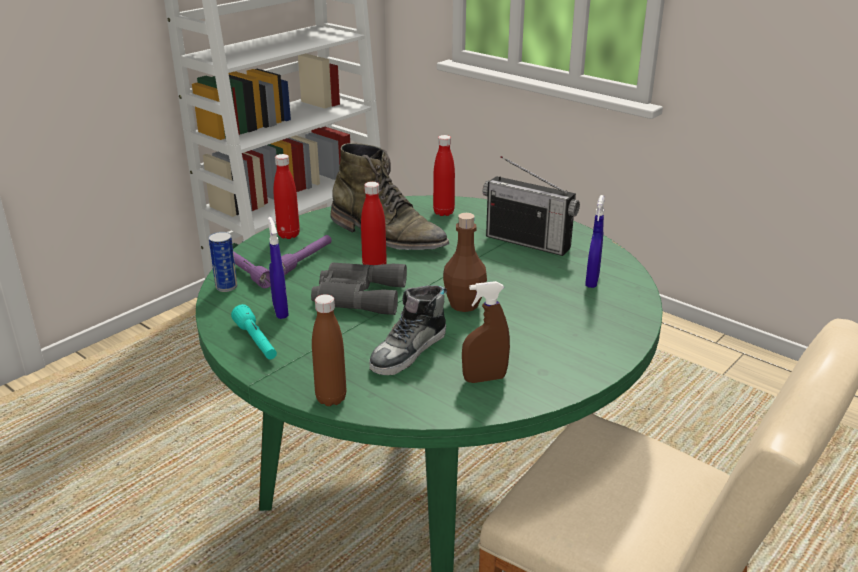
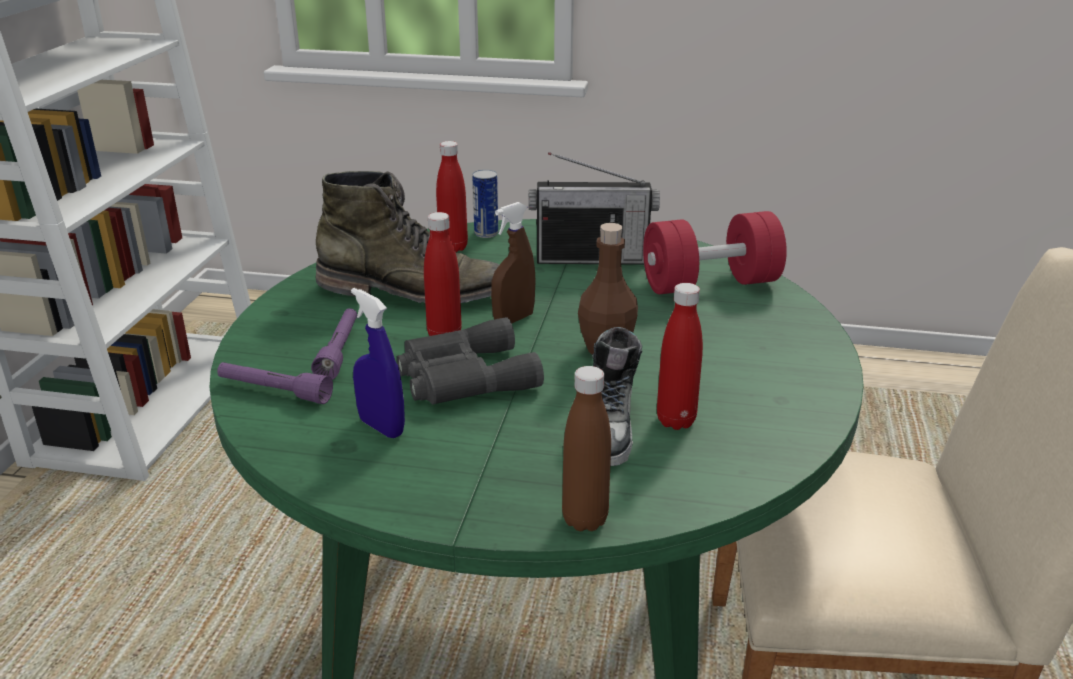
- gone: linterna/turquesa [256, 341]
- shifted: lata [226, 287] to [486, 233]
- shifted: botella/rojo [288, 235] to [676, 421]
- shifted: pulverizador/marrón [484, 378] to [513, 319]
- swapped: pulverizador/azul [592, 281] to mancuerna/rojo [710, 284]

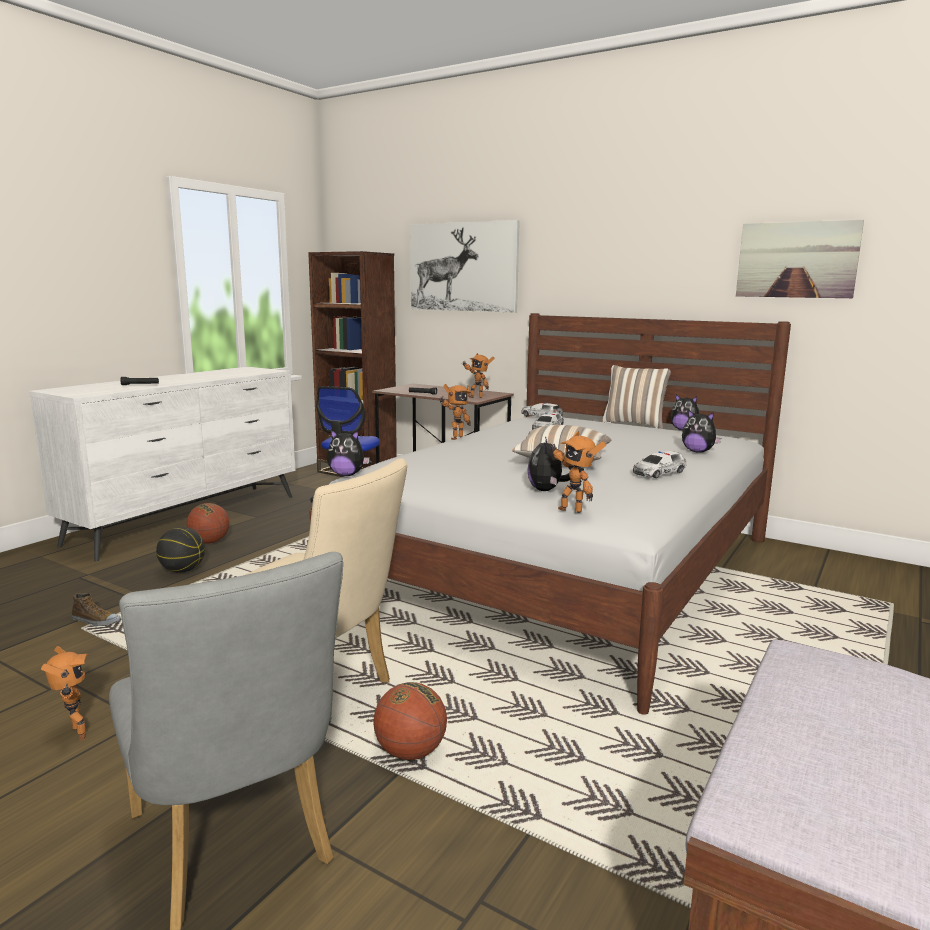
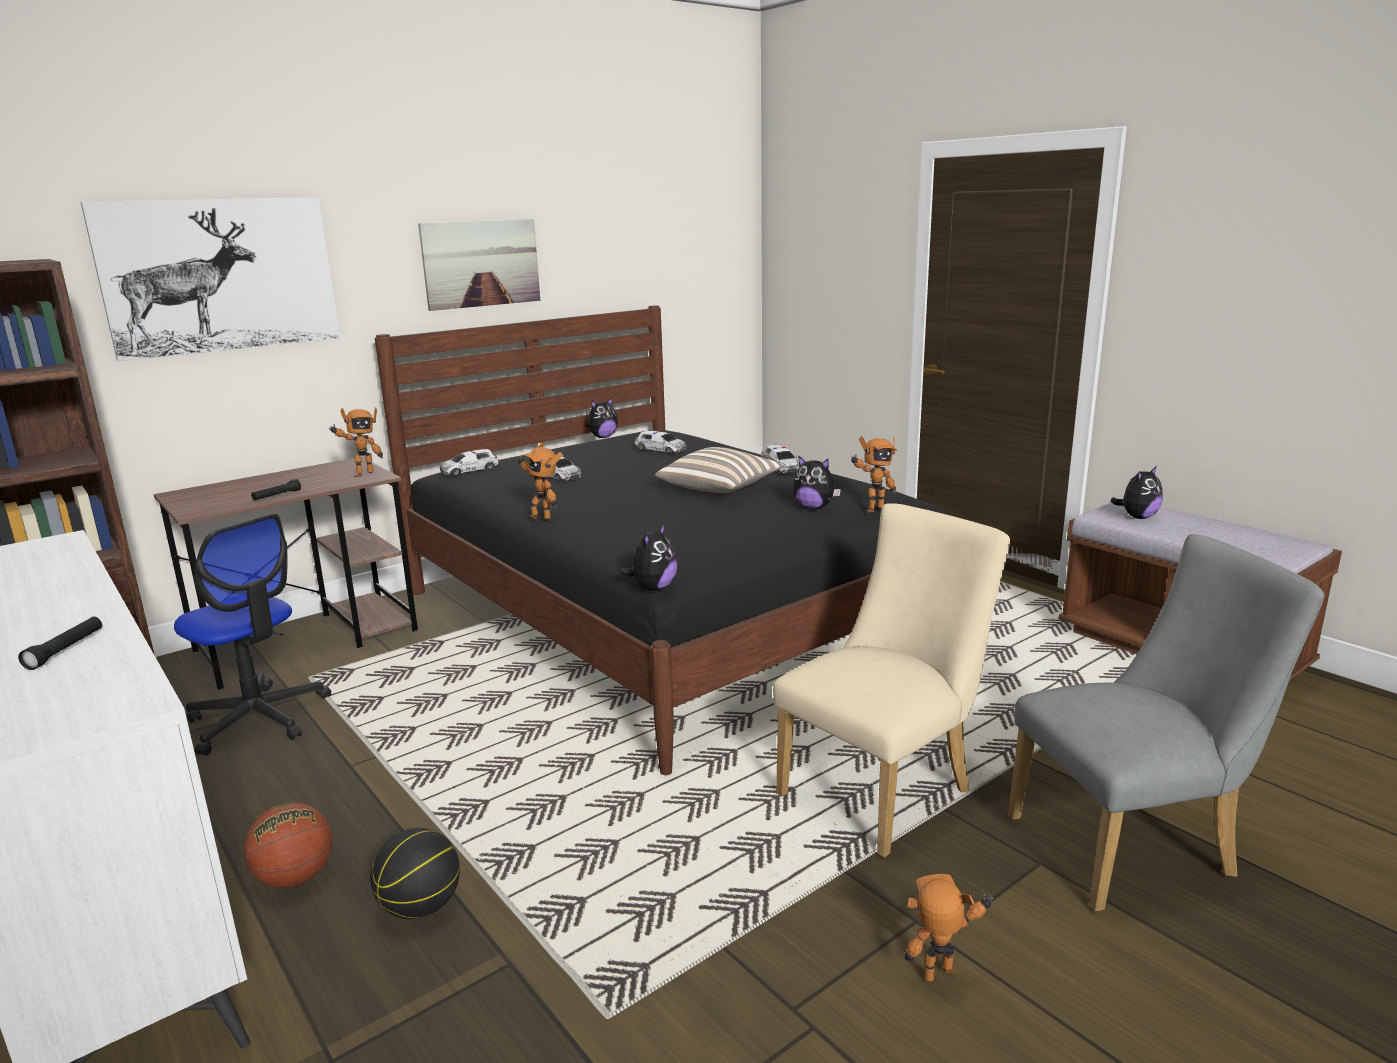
- gone: zapato [95, 621]
- gone: balón de baloncesto [410, 752]
- gone: cojín [635, 424]
- new: coche de juguete [661, 450]
- shifted: peluche [698, 452] to [1137, 517]
- shifted: cuadro [796, 260] to [481, 263]
- repainted: cama/blanco [566, 570] to cama/negro [664, 615]
- rotated: robot de juguete [455, 438] = [542, 517] 150 degrees clockwise

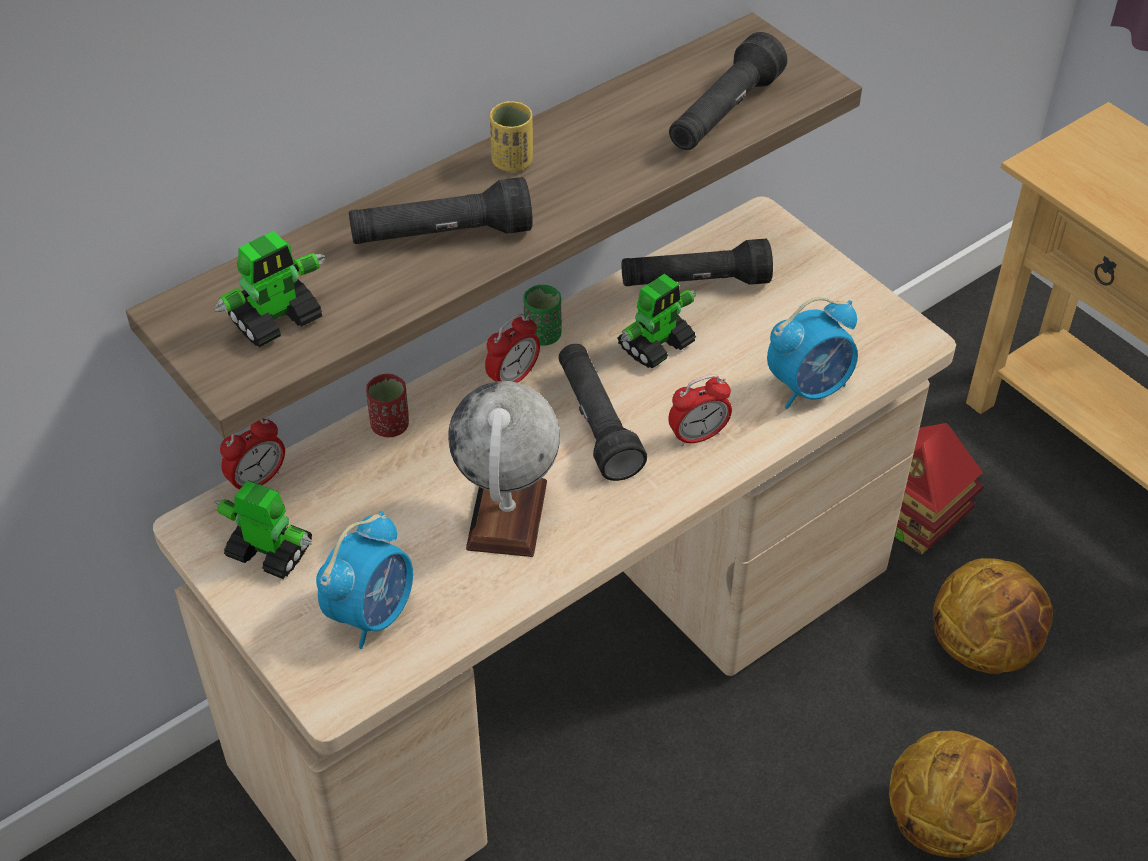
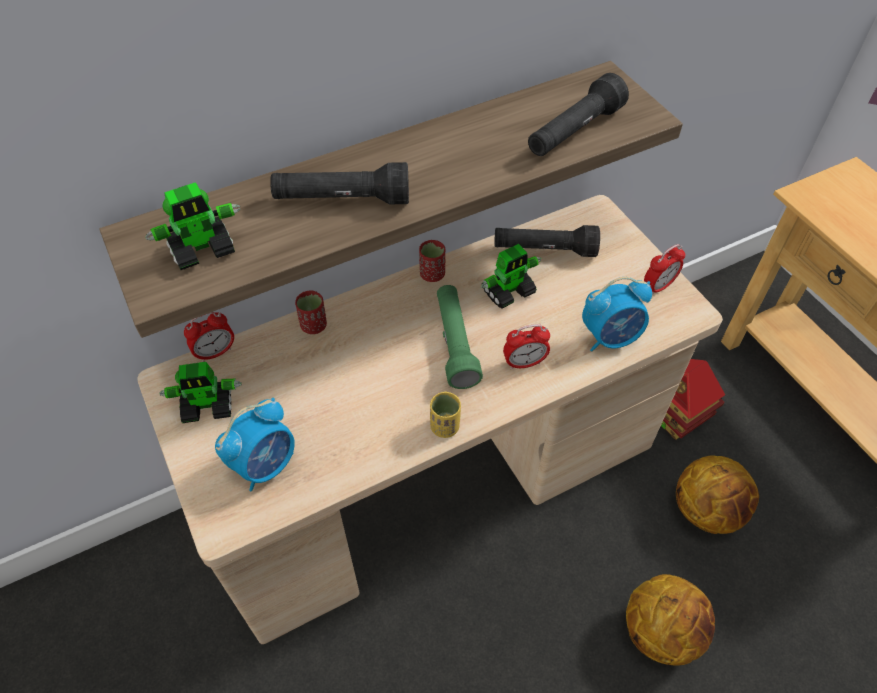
- gone: globo terráqueo [507, 515]
- shifted: despertador [513, 378] to [658, 286]
- shifted: taza/amarillo [512, 162] to [445, 427]
- repainted: taza/verde [543, 335] to taza/rojo [432, 274]
- repainted: linterna/negro [596, 423] to linterna/verde [455, 343]
- rotated: robot de juguete [269, 551] = [208, 406] 135 degrees clockwise

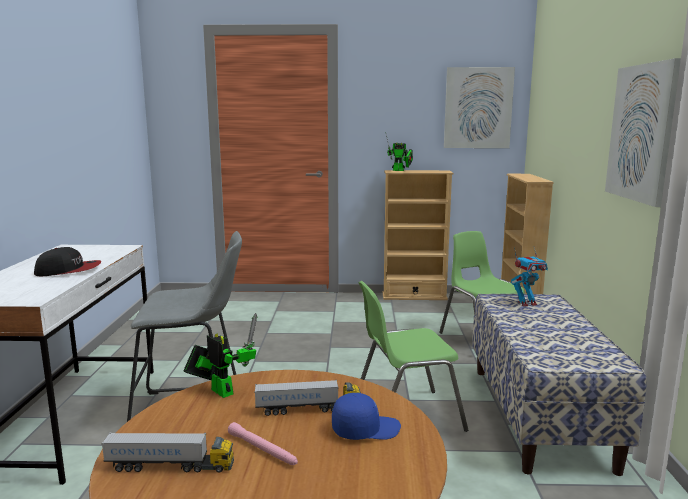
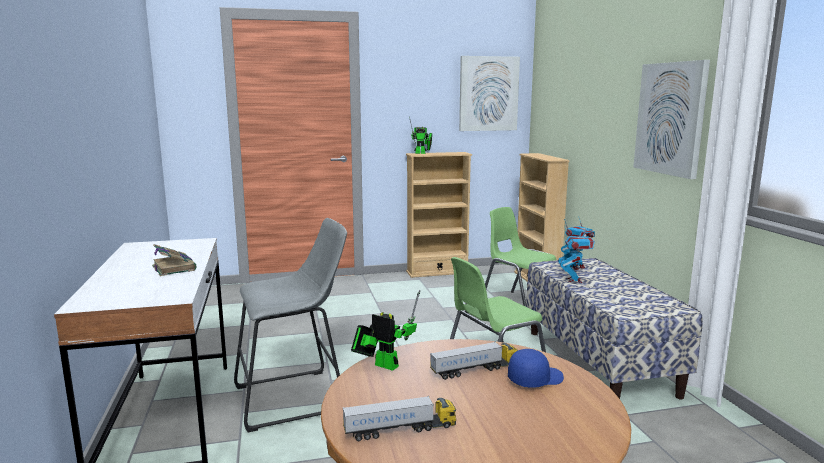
- gone: linterna/rosa [263, 449]
- new: robot de juguete [574, 280]
- swapped: gorra [69, 271] to libro [173, 268]

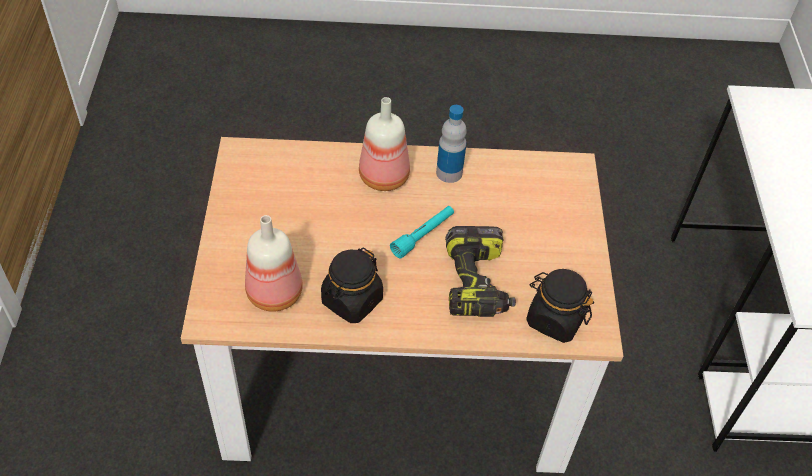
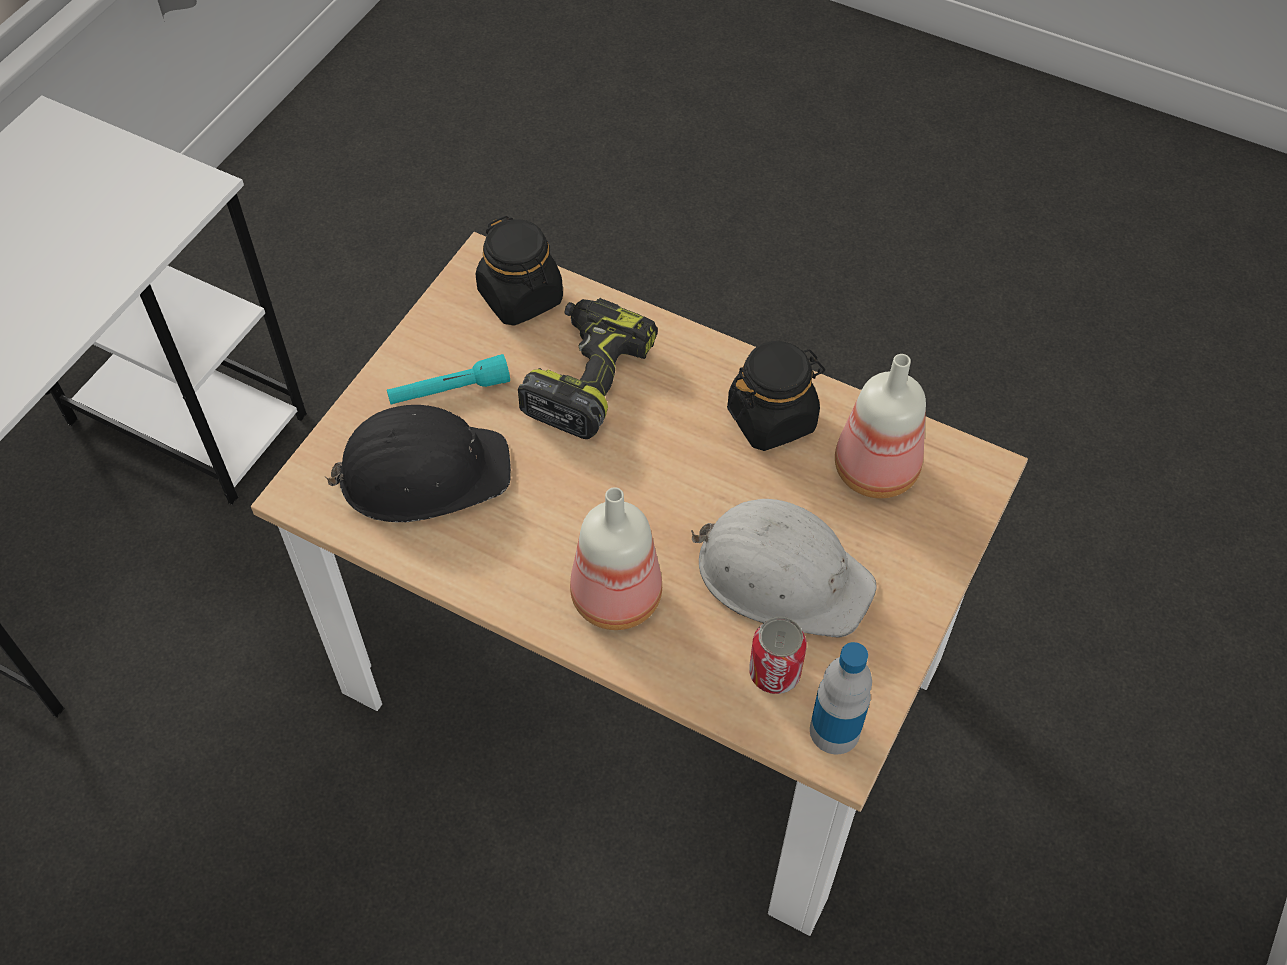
- new: casco/negro [422, 472]
- new: casco/blanco [782, 574]
- new: lata [774, 672]
- shifted: linterna/turquesa [423, 235] to [449, 391]
- shifted: botella [449, 173] to [834, 731]

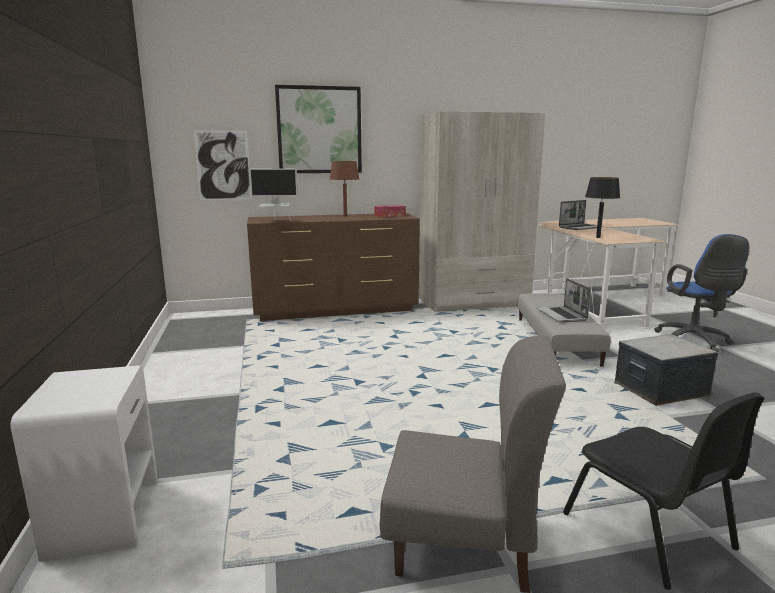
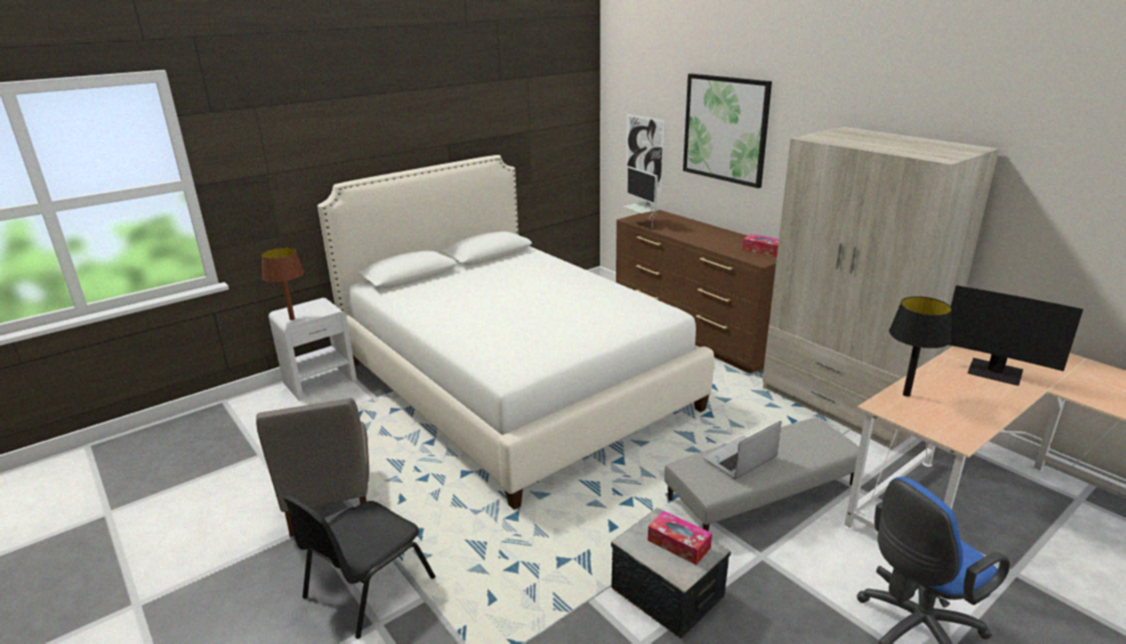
- new: cama/blanco [514, 384]
- new: caja de pañuelos [678, 544]
- shifted: lámpara de mesa/marrón [345, 216] to [292, 319]
- swapped: portátil [580, 227] to monitor [995, 373]

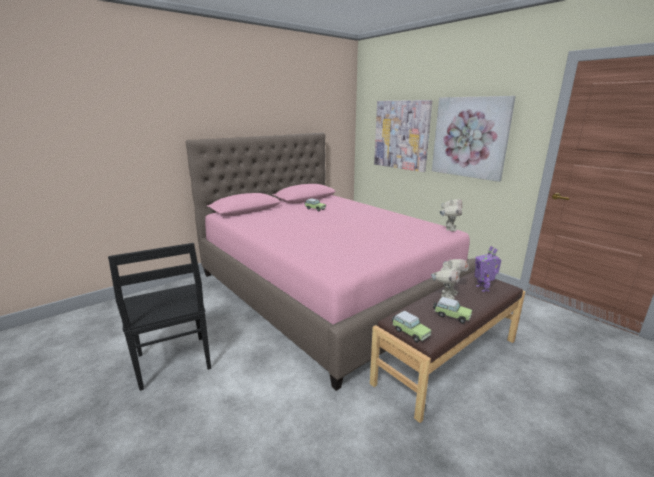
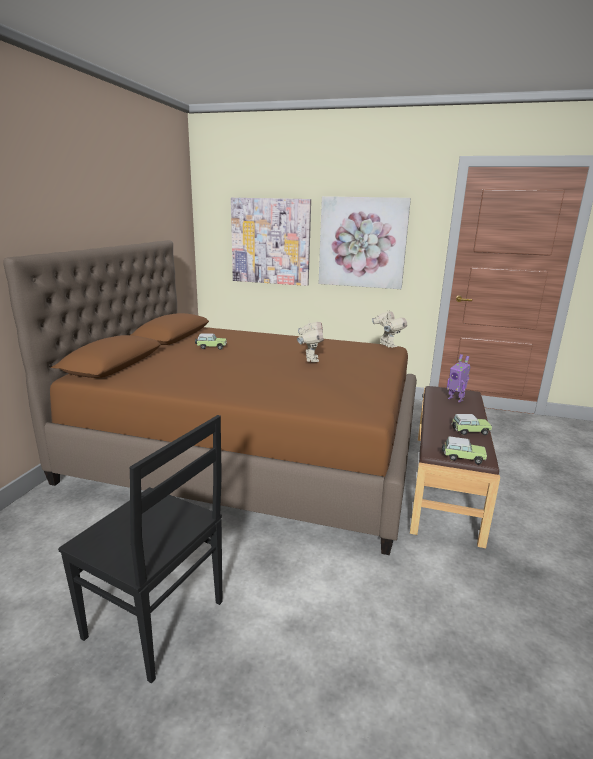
- shifted: robot de juguete [447, 295] to [310, 359]
- repainted: cama/rosa [326, 289] to cama/marrón [252, 451]

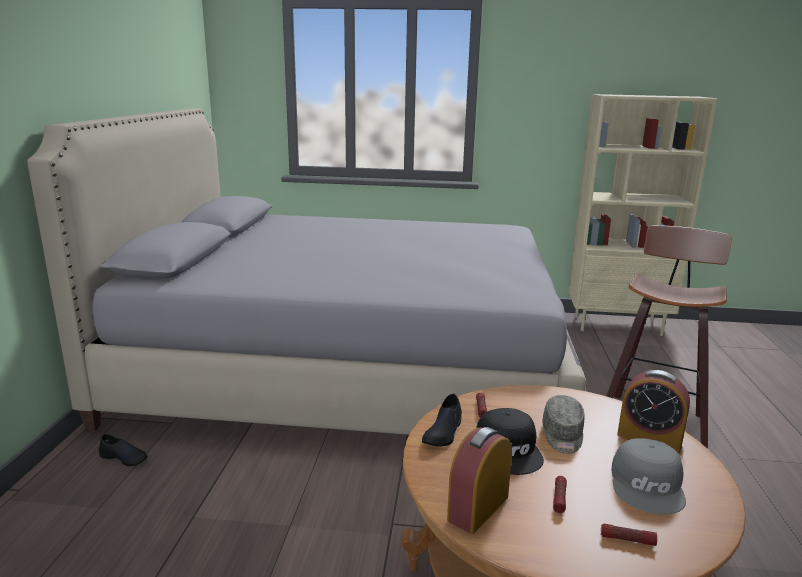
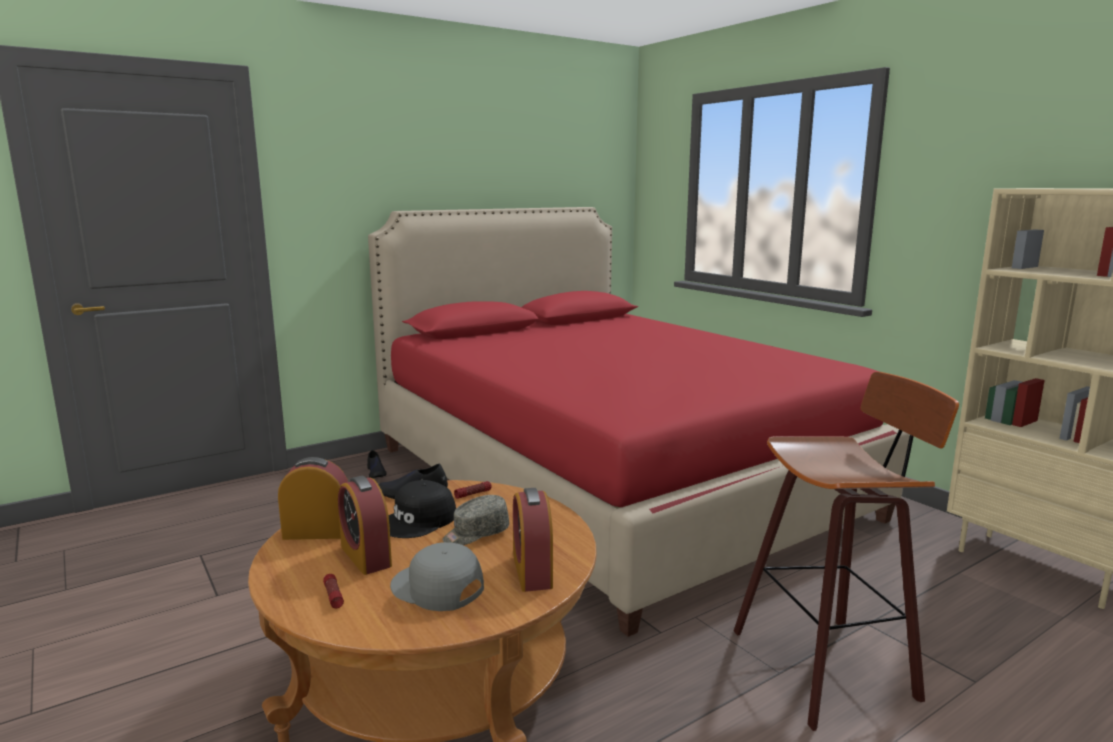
- swapped: linterna [559, 498] to despertador [366, 556]
- repainted: cama/gris [348, 369] to cama/rojo [608, 481]
- rotated: gorra/gris [648, 485] = [436, 588] 60 degrees clockwise

